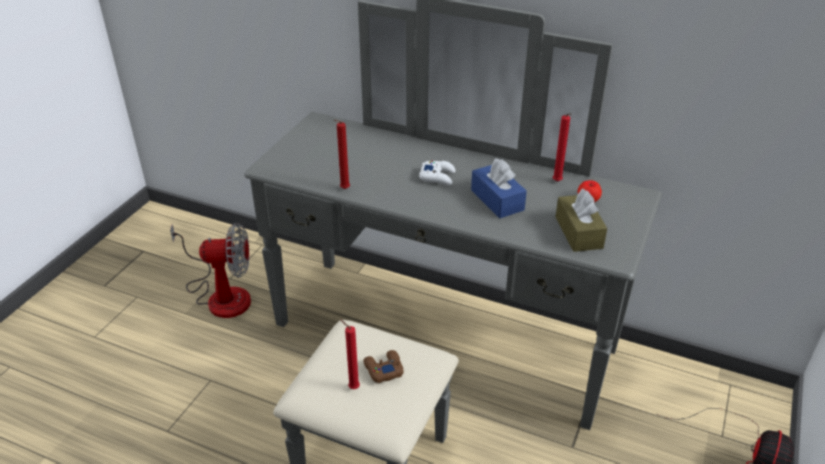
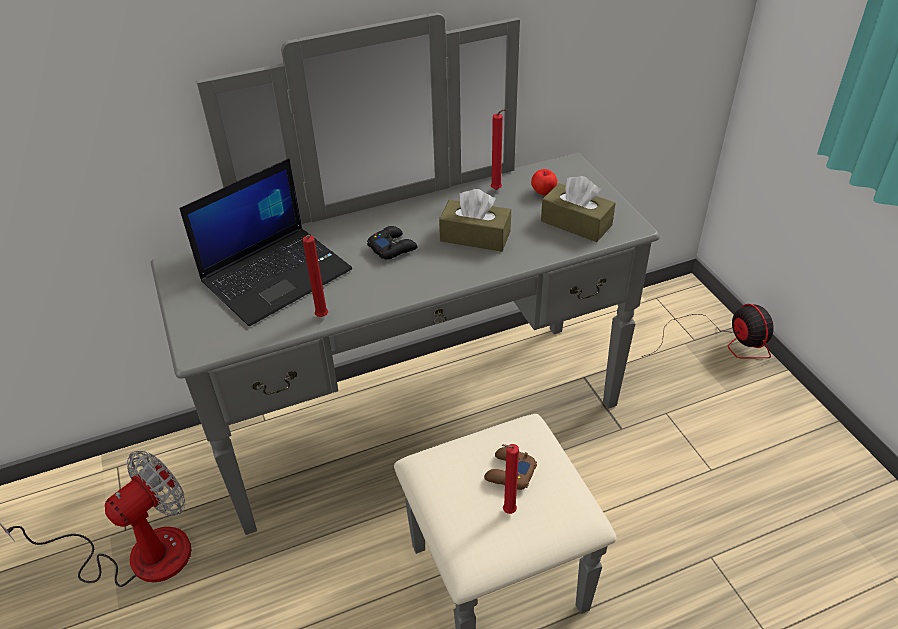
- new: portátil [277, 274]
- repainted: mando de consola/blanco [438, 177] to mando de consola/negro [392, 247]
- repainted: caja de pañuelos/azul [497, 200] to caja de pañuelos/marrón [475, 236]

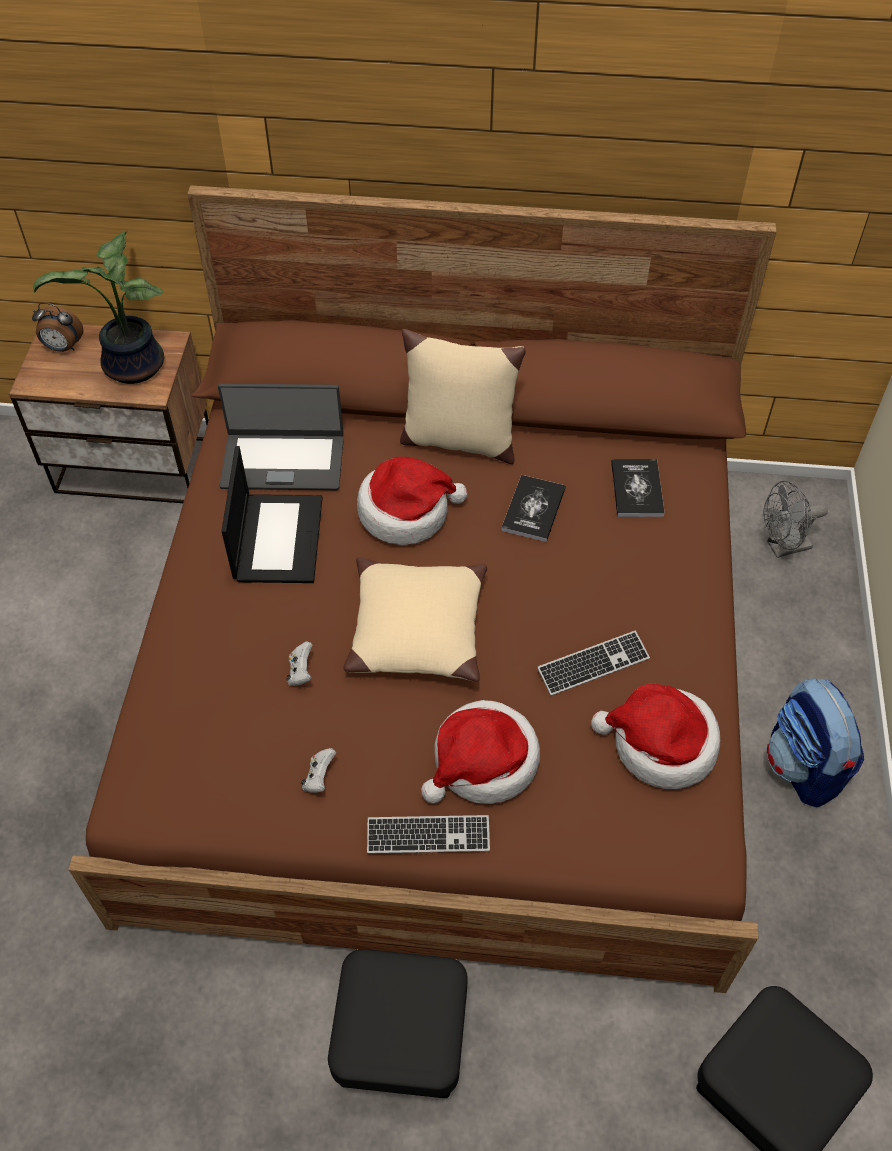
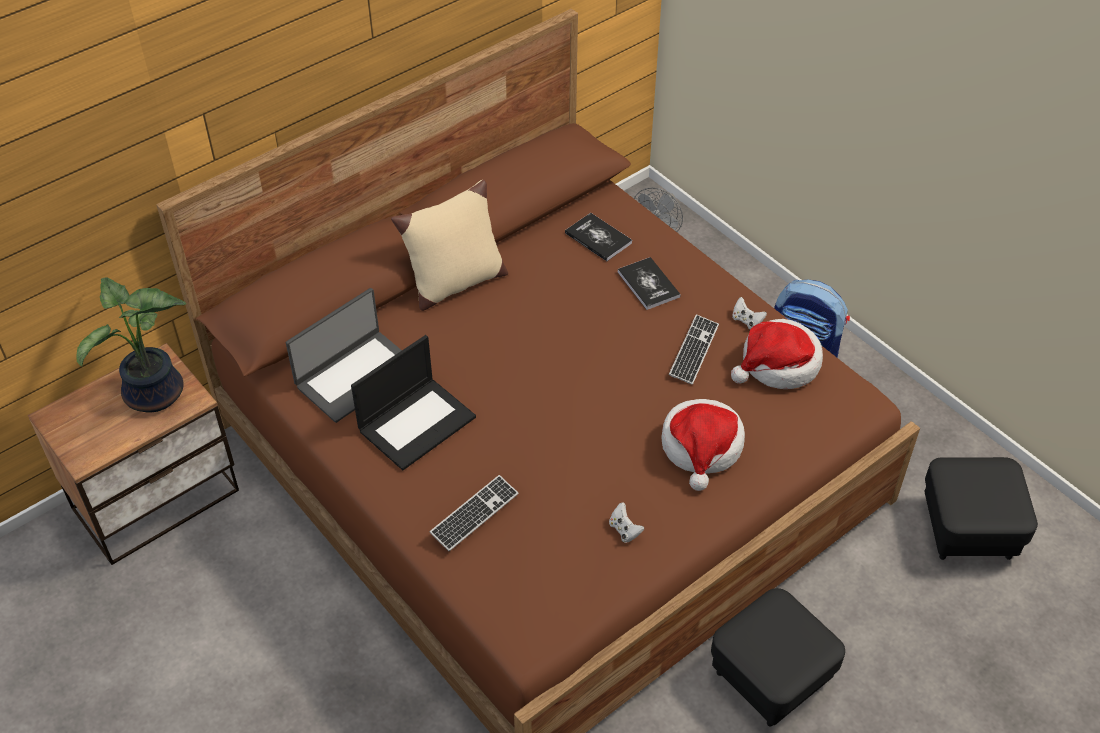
- gone: despertador [63, 348]
- gone: cojín/beis [416, 629]
- gone: sombrero [406, 512]
- shifted: mando de consola/blanco [300, 672] to [746, 321]
- shifted: teclado [428, 836] to [474, 514]
- shifted: libro [533, 509] to [648, 284]
- rotated: portátil [277, 538] = [417, 422] 90 degrees clockwise

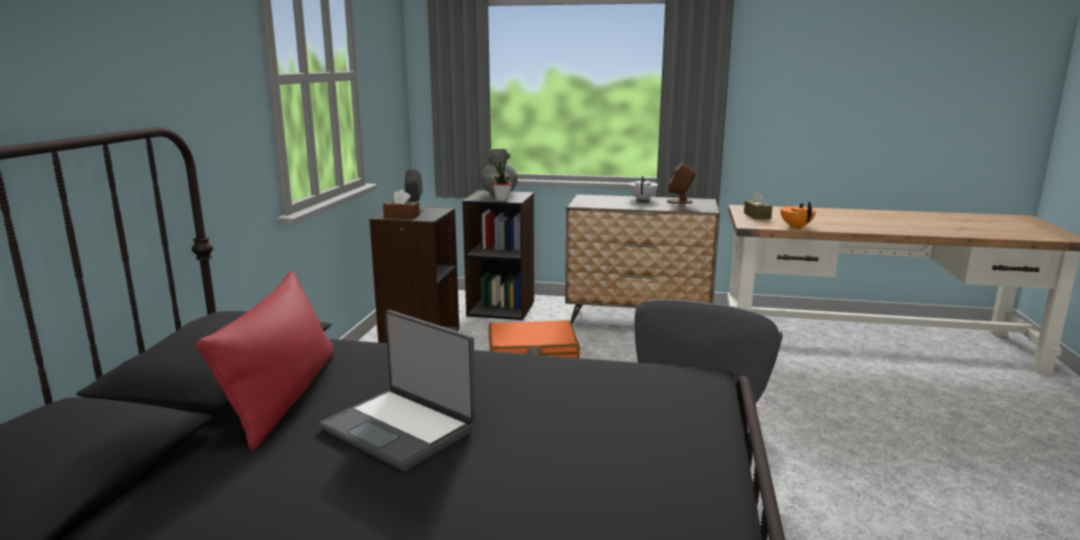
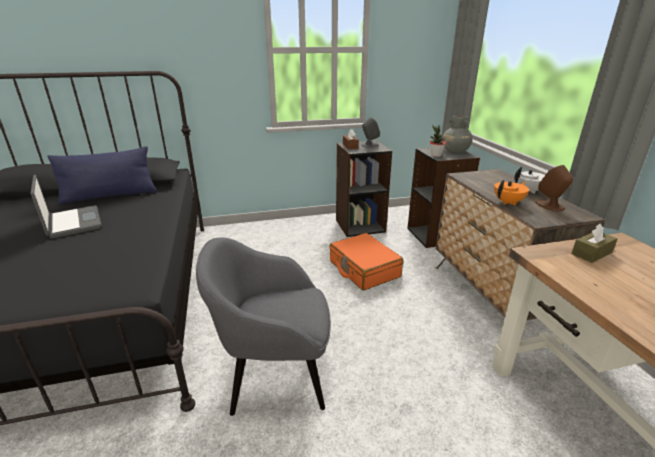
- shifted: tetera/naranja [796, 226] to [508, 202]
- repainted: cojín/rojo [284, 397] to cojín/azul [110, 196]
- rotated: portátil [400, 428] = [72, 223] 135 degrees clockwise

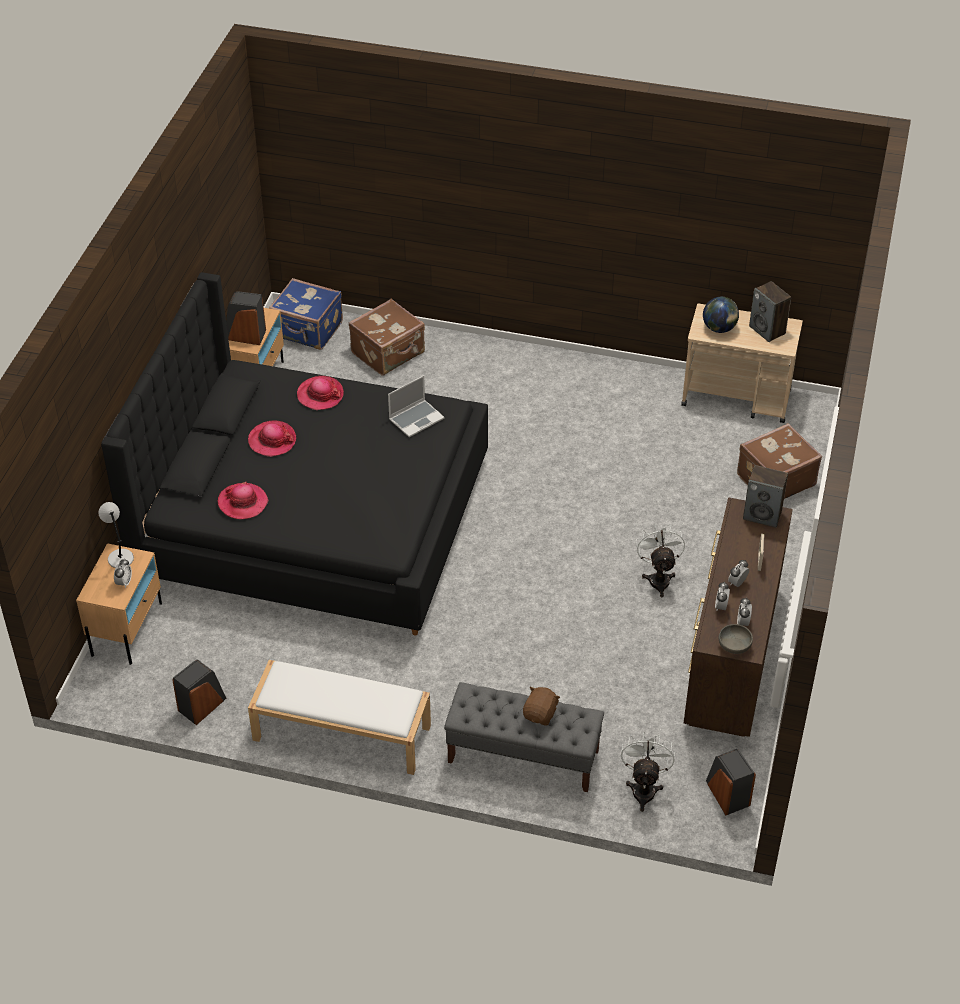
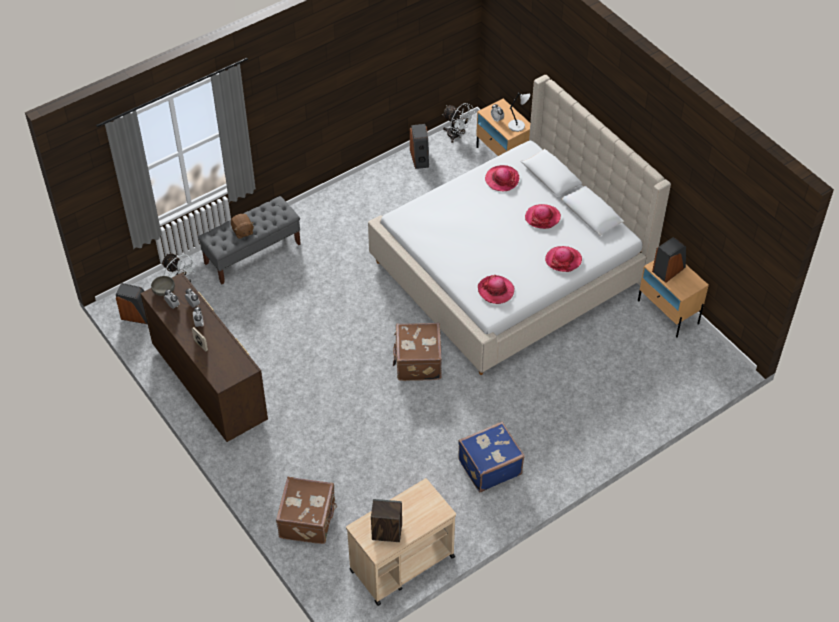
- gone: banco/blanco [340, 733]
- gone: globo terráqueo [719, 328]
- gone: altavoz [762, 515]
- shifted: maleta/azul [307, 330] to [489, 466]
- shifted: maleta/marrón [389, 353] to [417, 362]
- shifted: ventilador/blanco [658, 578] to [456, 135]
- swapped: portátil [416, 419] to sombrero [496, 290]
- repainted: cama/negro [312, 519] to cama/beis [511, 270]

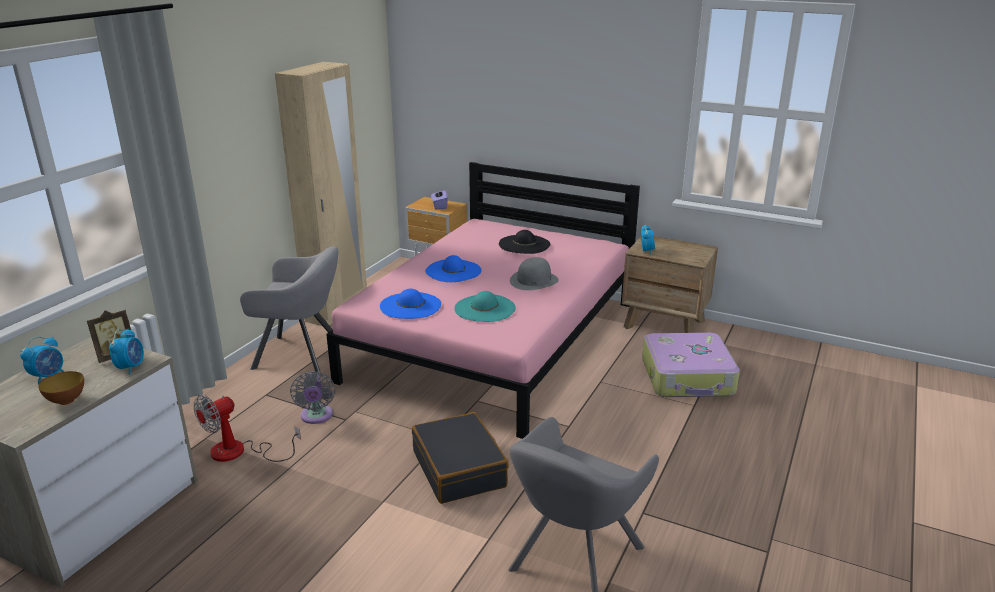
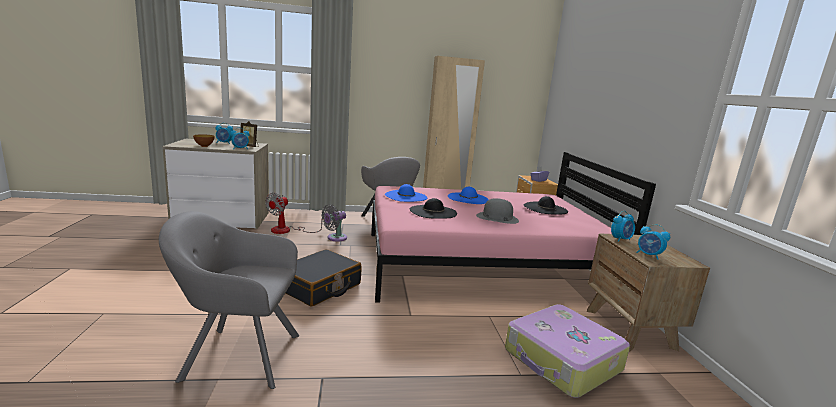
- new: despertador [648, 255]
- repainted: sombrero/turquesa [485, 308] to sombrero/negro [433, 212]
- rotated: ventilador [239, 452] = [288, 230] 75 degrees counterclockwise

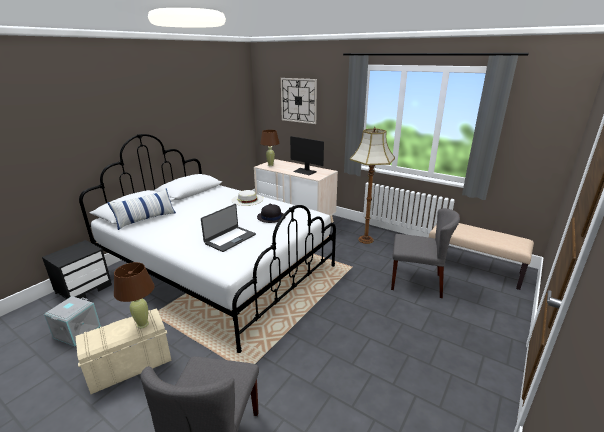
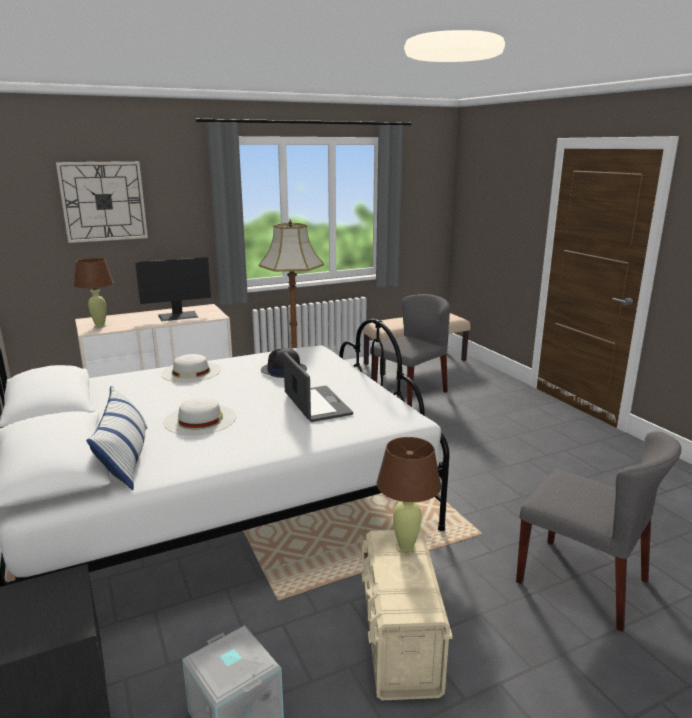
- new: sombrero/blanco [200, 419]

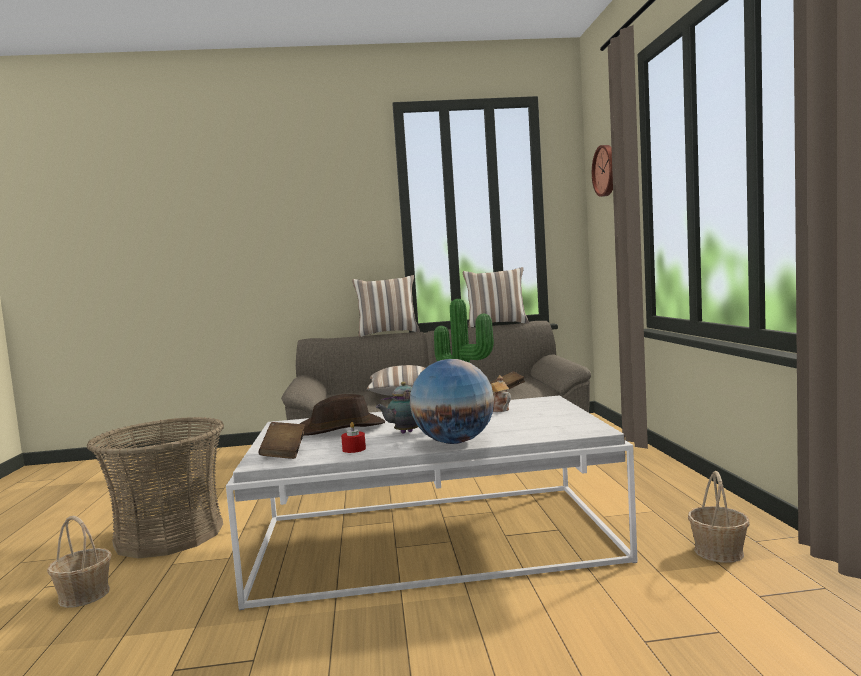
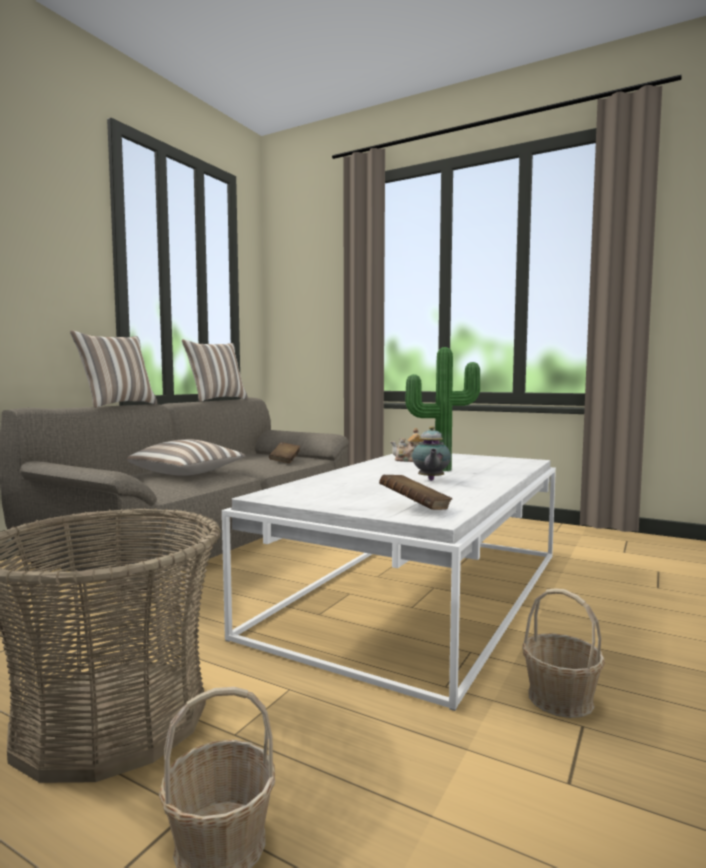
- gone: sombrero/marrón [340, 429]
- gone: vela/rojo [354, 449]
- gone: globo terráqueo [454, 442]
- gone: reloj de pared [606, 170]
- shifted: cesta [719, 552] to [560, 698]

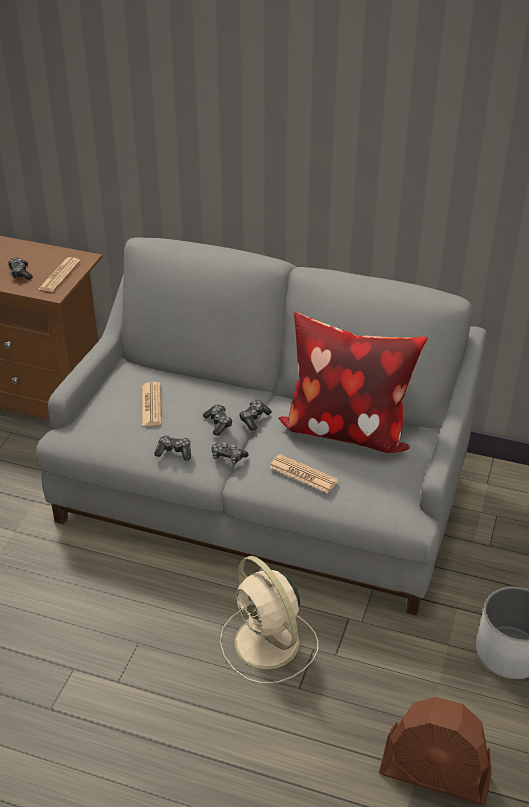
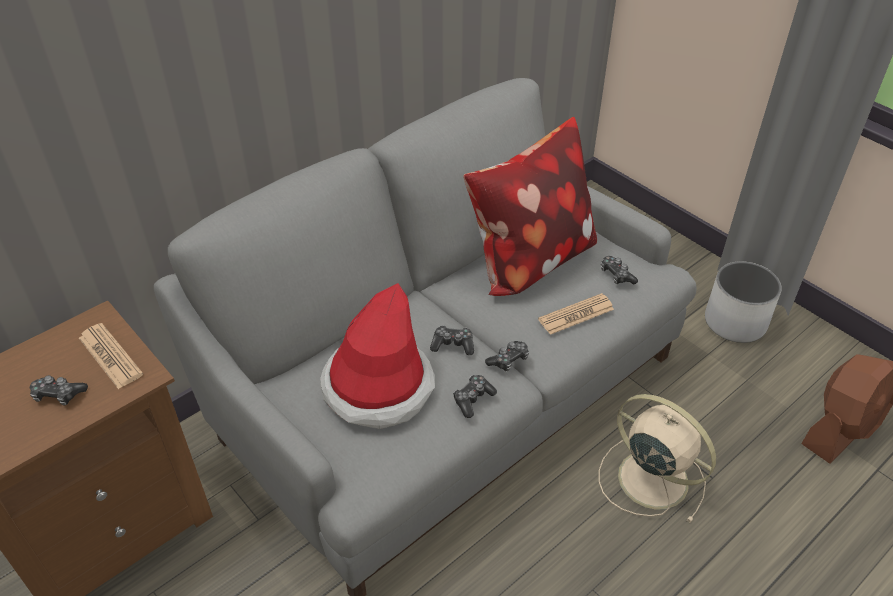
- shifted: mando de consola [254, 418] to [616, 275]
- swapped: periódico [151, 405] to sombrero [378, 387]
- rotated: ventilador/beis [268, 644] = [650, 477] 135 degrees counterclockwise

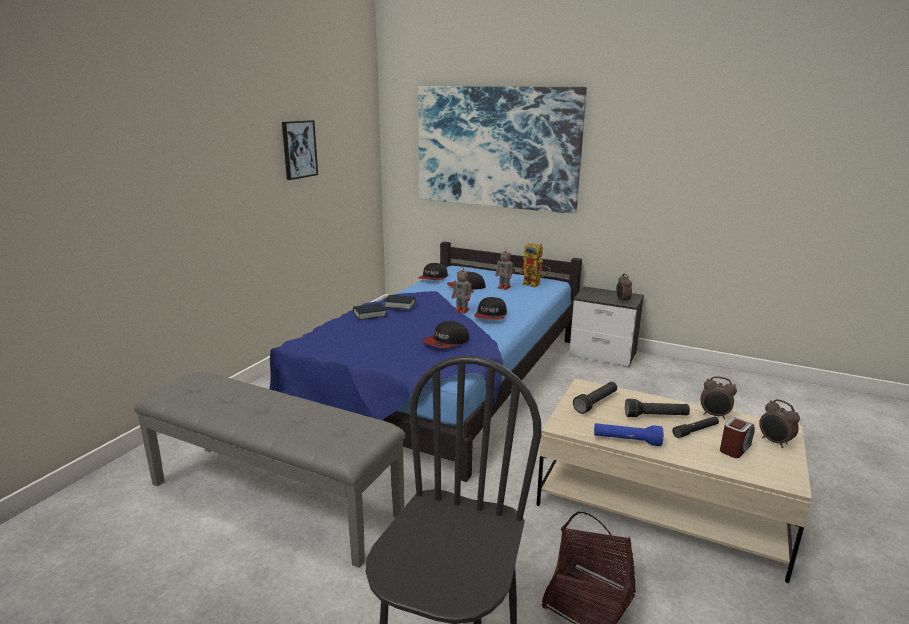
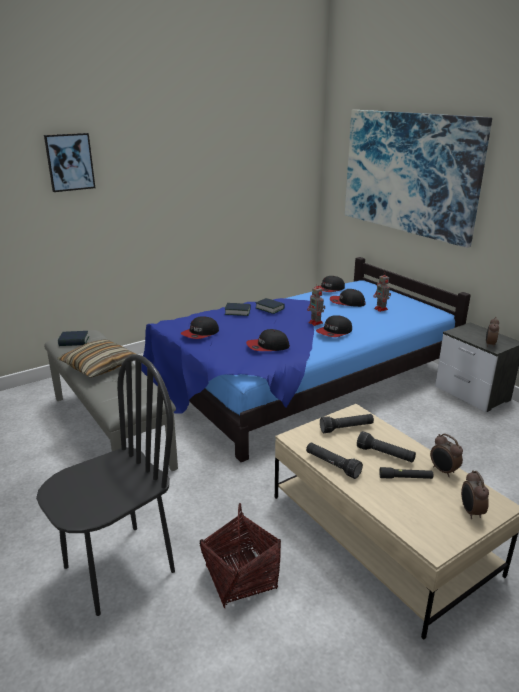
- gone: robot de juguete [535, 285]
- gone: despertador [735, 448]
- new: cojín [99, 366]
- new: libro [74, 341]
- new: gorra [200, 334]
- shifted: cuadro [299, 149] to [69, 162]
- repainted: linterna/azul [626, 441] to linterna/negro [332, 465]

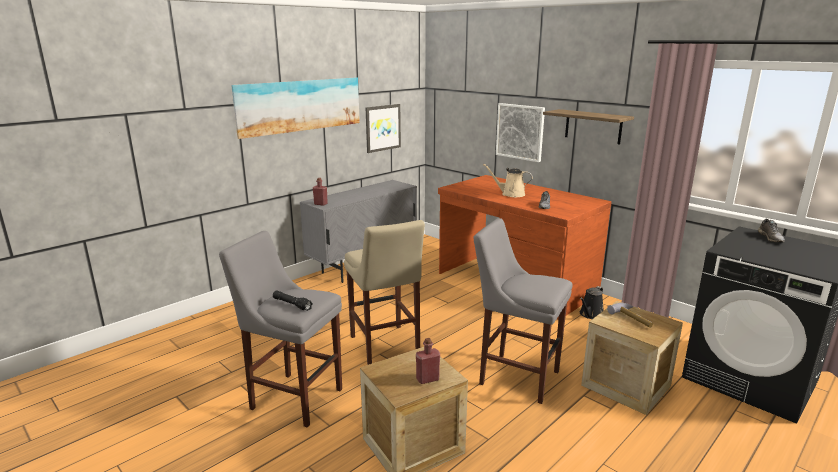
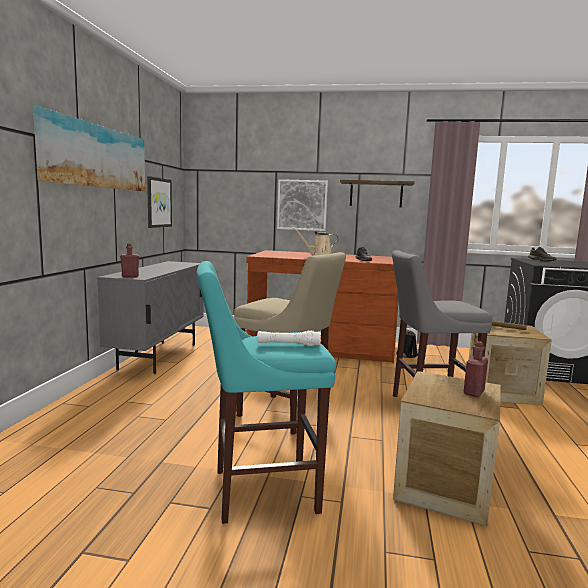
- repainted: taburete/gris [293, 397] to taburete/turquesa [259, 490]
- repainted: linterna/negro [292, 304] to linterna/blanco [288, 344]

